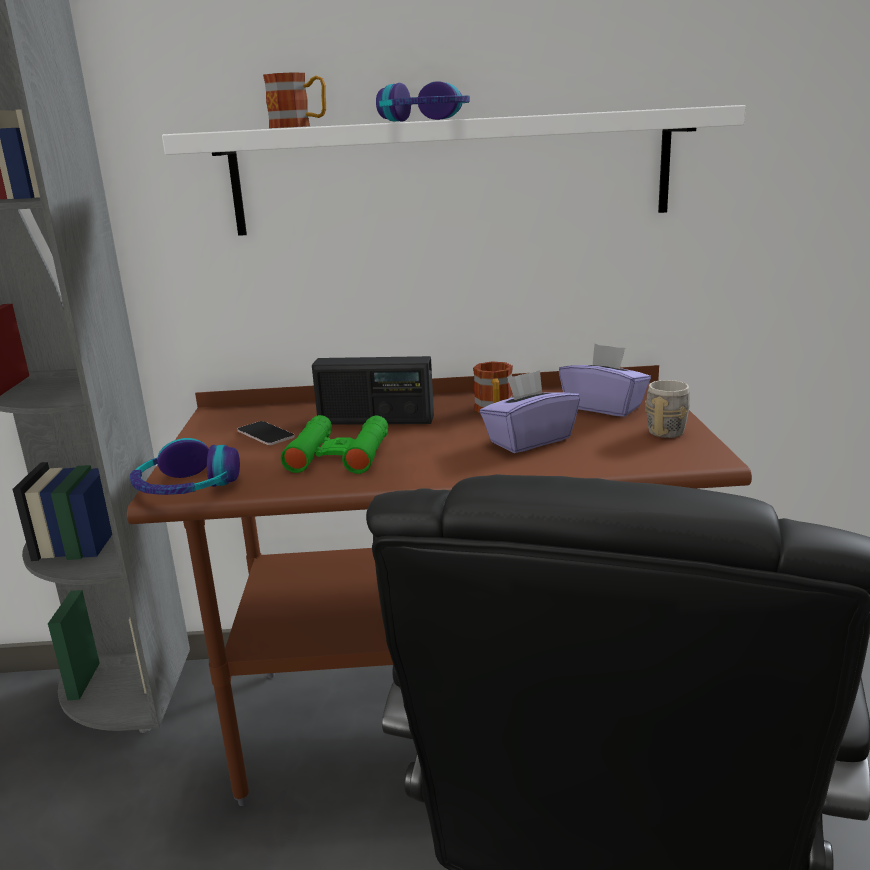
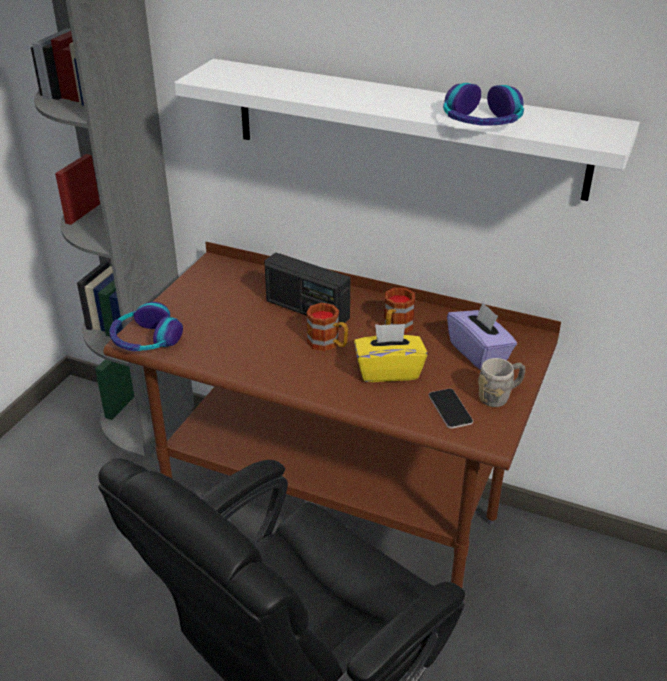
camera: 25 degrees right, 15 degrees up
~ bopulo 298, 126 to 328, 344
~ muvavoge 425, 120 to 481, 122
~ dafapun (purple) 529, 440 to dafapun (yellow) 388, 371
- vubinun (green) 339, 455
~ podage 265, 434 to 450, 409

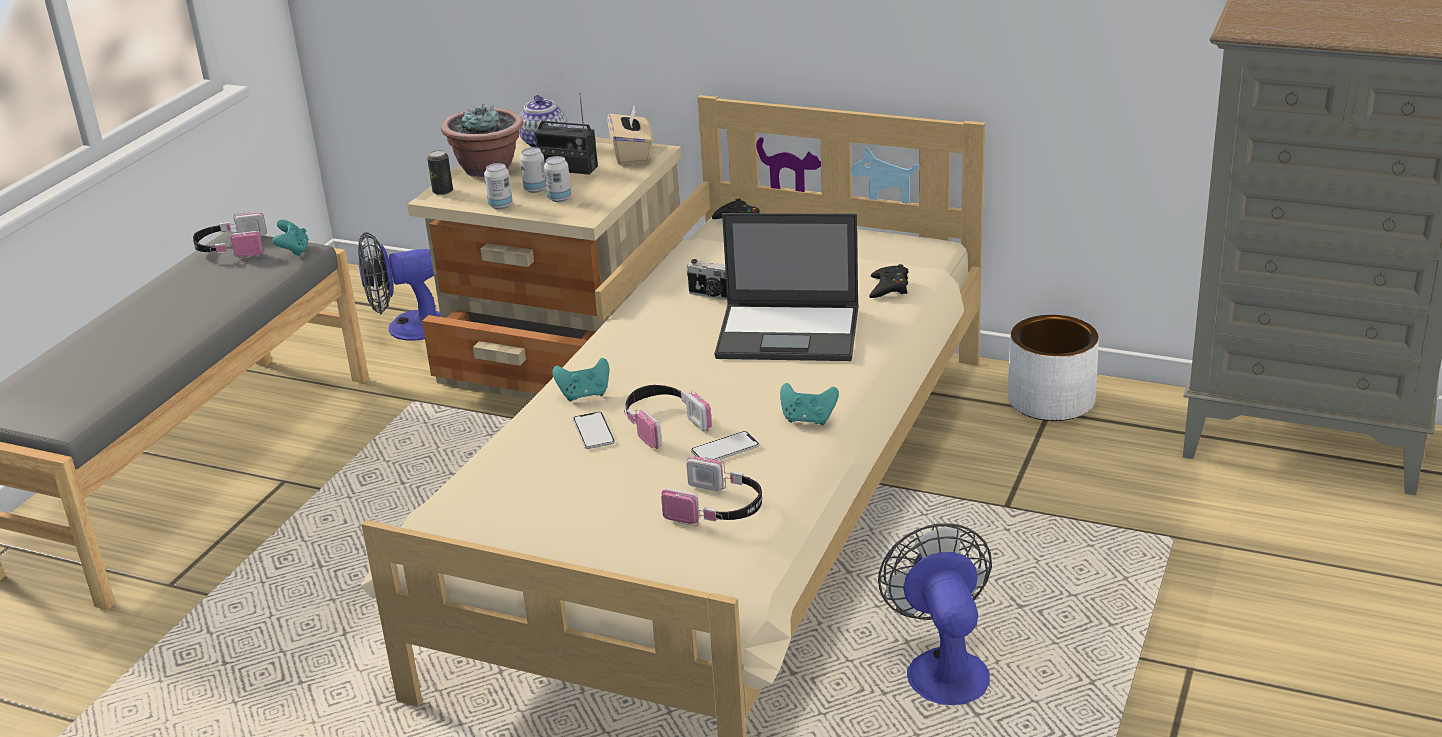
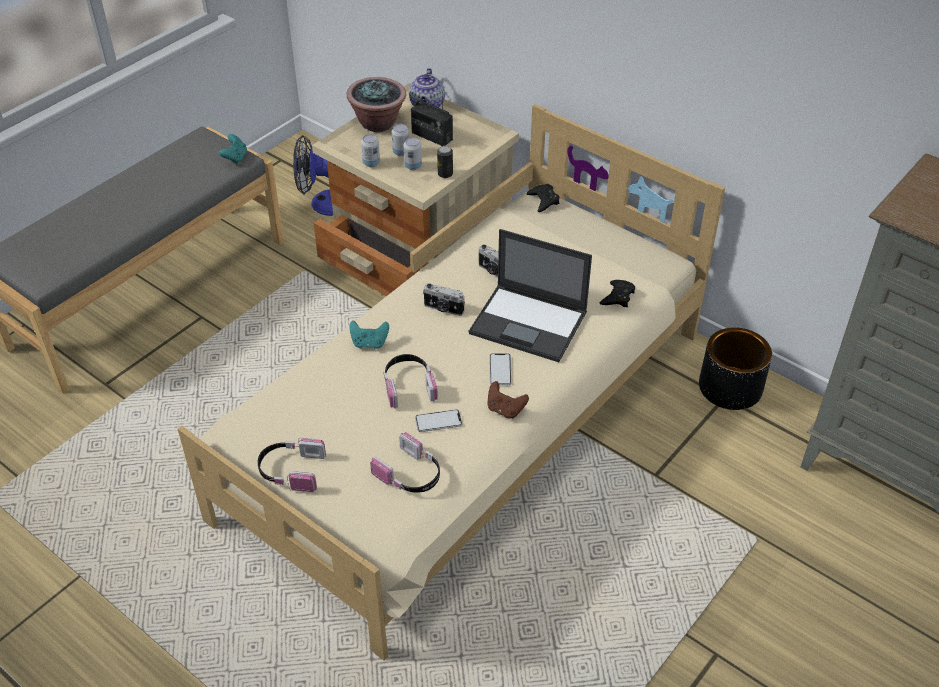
camera: 15 degrees right, 15 degrees up
- dafapun (beige) 632, 154
~ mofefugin 443, 191 to 445, 174
~ muvavoge 231, 249 to 291, 470
~ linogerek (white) 1050, 401 to linogerek (black) 730, 388
~ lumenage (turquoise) 808, 419 to lumenage (brown) 505, 410
~ podage 593, 432 to 500, 370
- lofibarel 943, 667
+ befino 443, 309

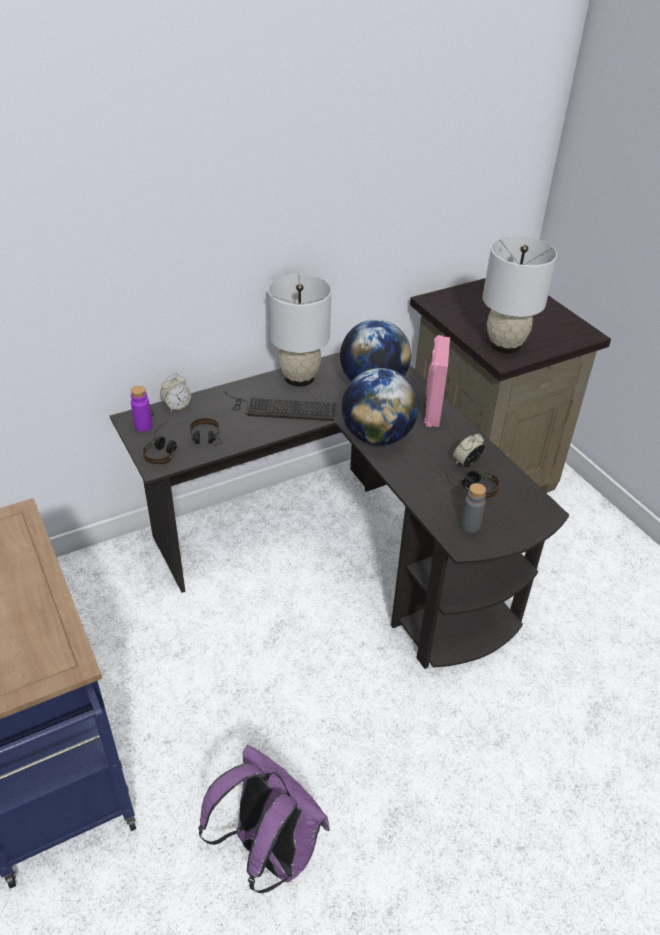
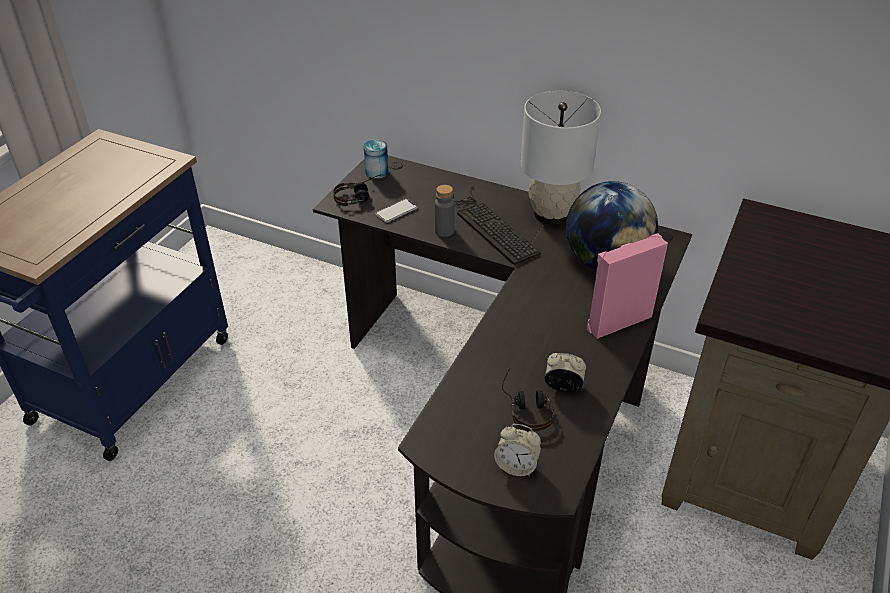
camera: 55 degrees right, 0 degrees up
- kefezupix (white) 505, 344
- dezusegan 377, 437
~ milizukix 176, 406 to 516, 466
~ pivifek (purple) 143, 426 to mofefugin 377, 172
~ muvavoge 206, 441 to podage 396, 211
~ pivifek (grey) 470, 525 to 444, 231
- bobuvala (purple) 269, 850

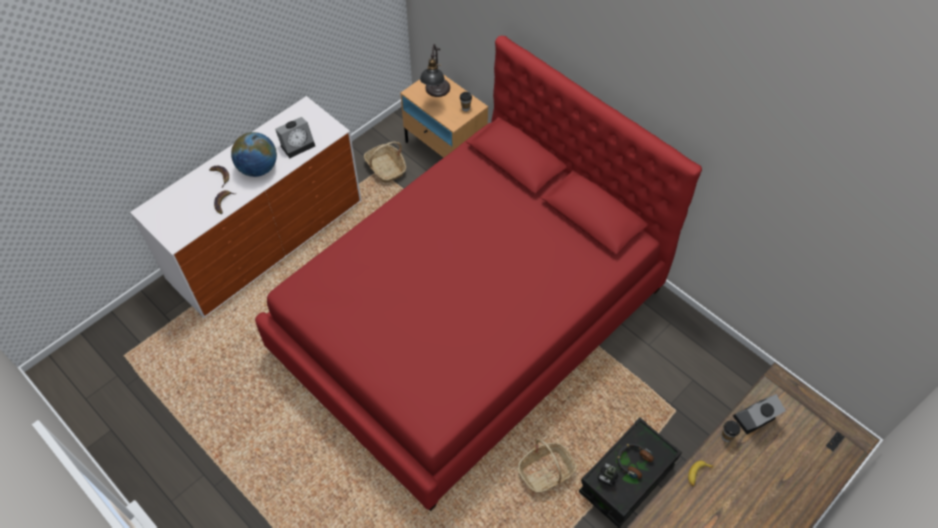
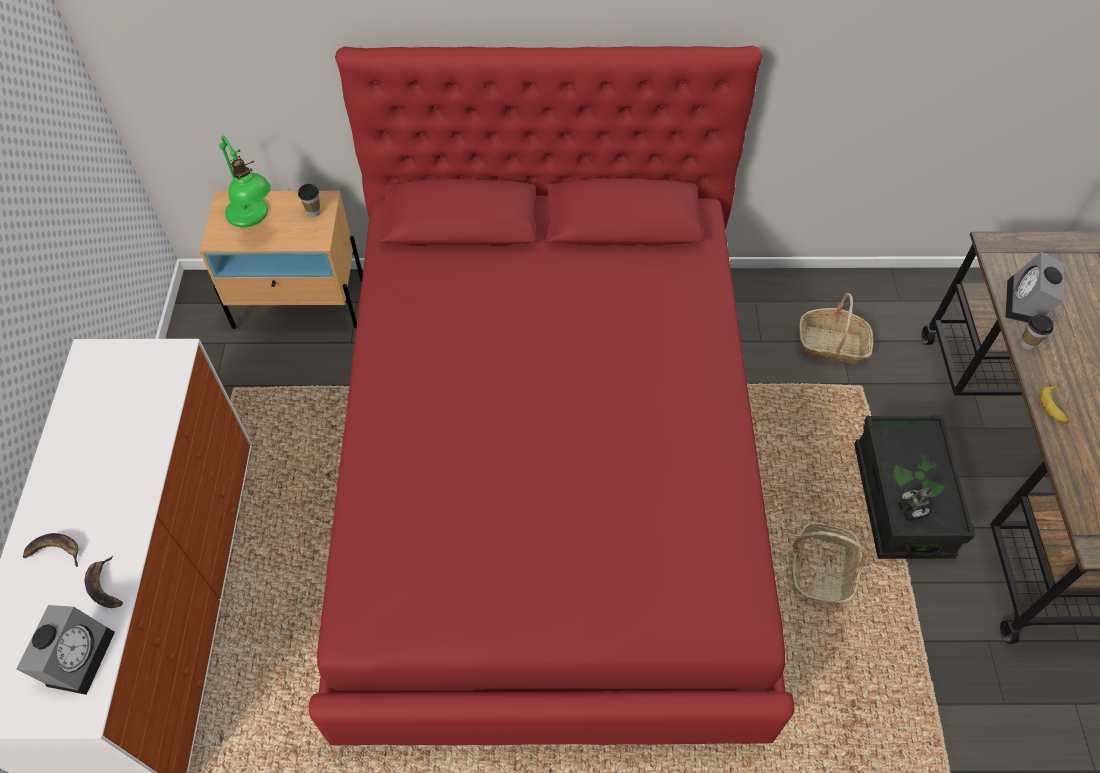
camera: 45 degrees left, 0 degrees up
~ kefezupix (grey) 436, 96 to kefezupix (green) 256, 223
~ milizukix 298, 144 to 78, 655
- dezusegan 258, 168
~ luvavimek 386, 168 to 832, 344
- muvavoge 632, 461

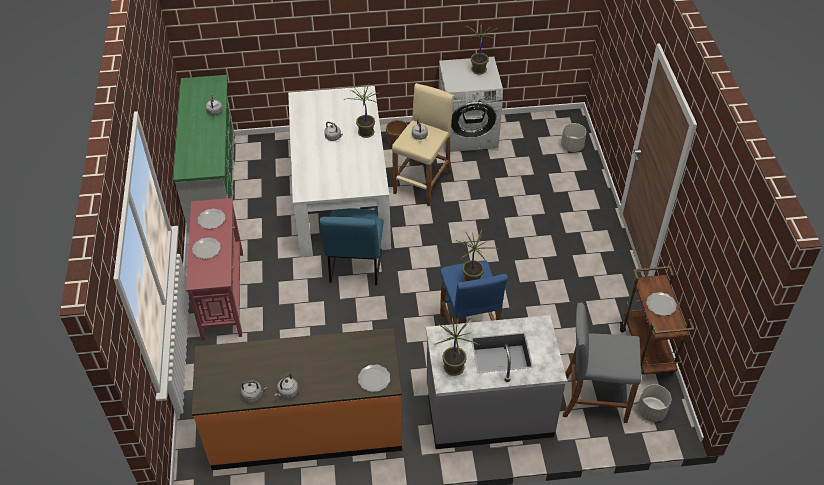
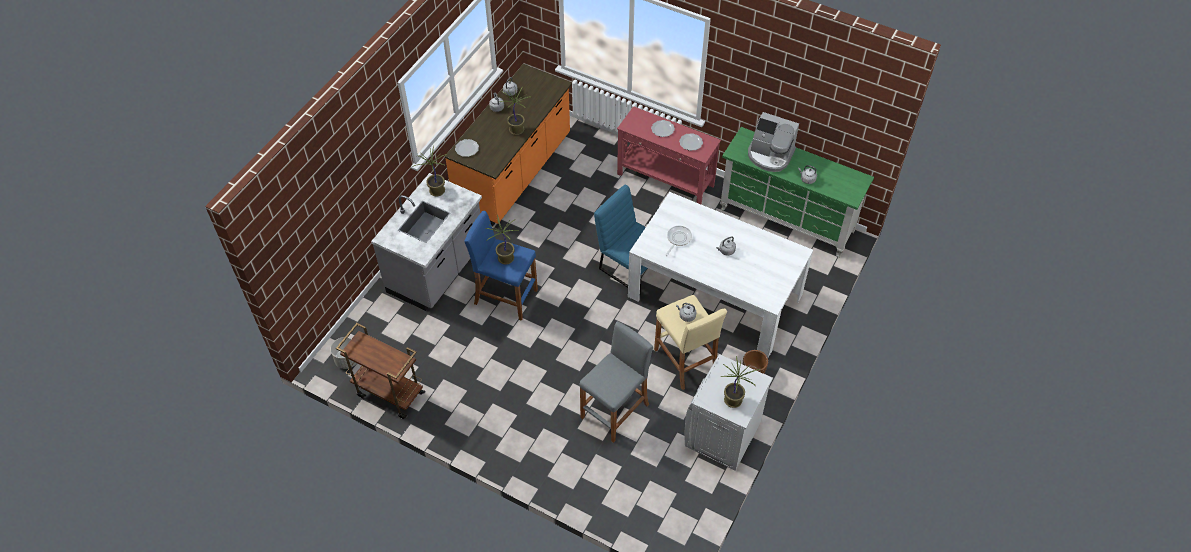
camera: 125 degrees right, 5 degrees up
~ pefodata 365, 133 to 517, 130
- linogerek (grey) 572, 146
- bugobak 661, 305
~ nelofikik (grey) 593, 399 to 615, 411
+ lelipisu 770, 155
+ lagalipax 678, 239

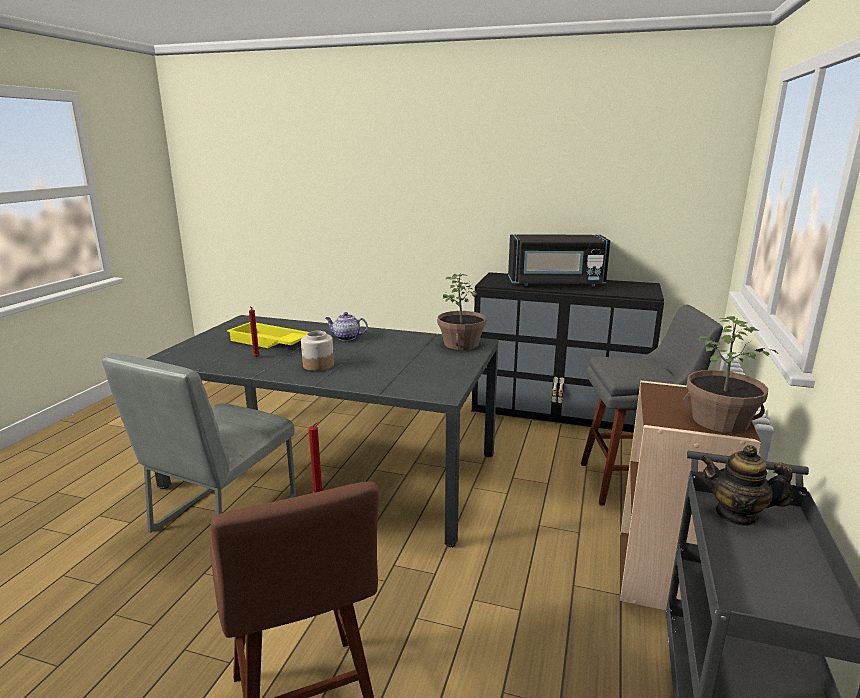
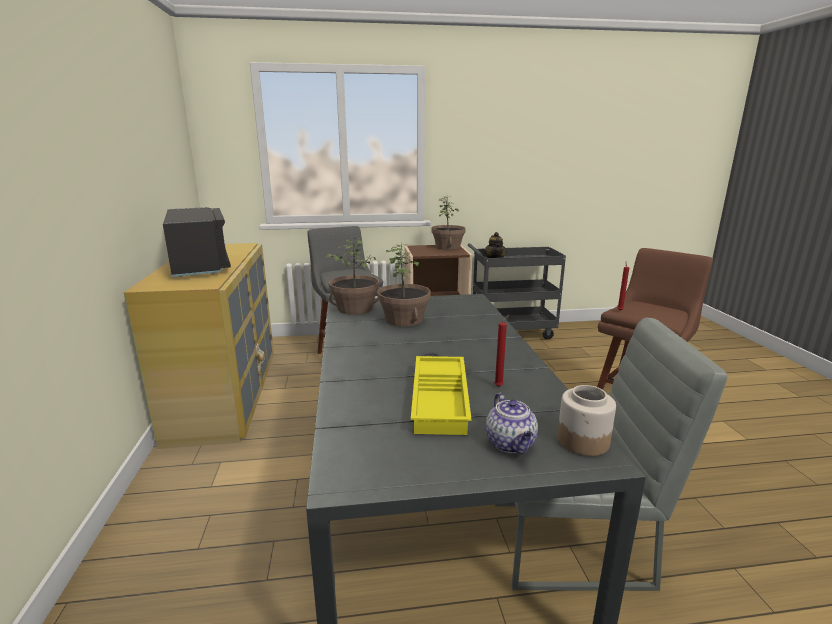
camera: 115 degrees left, 0 degrees up
~ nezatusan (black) 558, 410 to nezatusan (yellow) 226, 394
~ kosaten 346, 337 to 511, 444
~ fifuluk 318, 365 to 583, 441
+ pefodata 404, 319

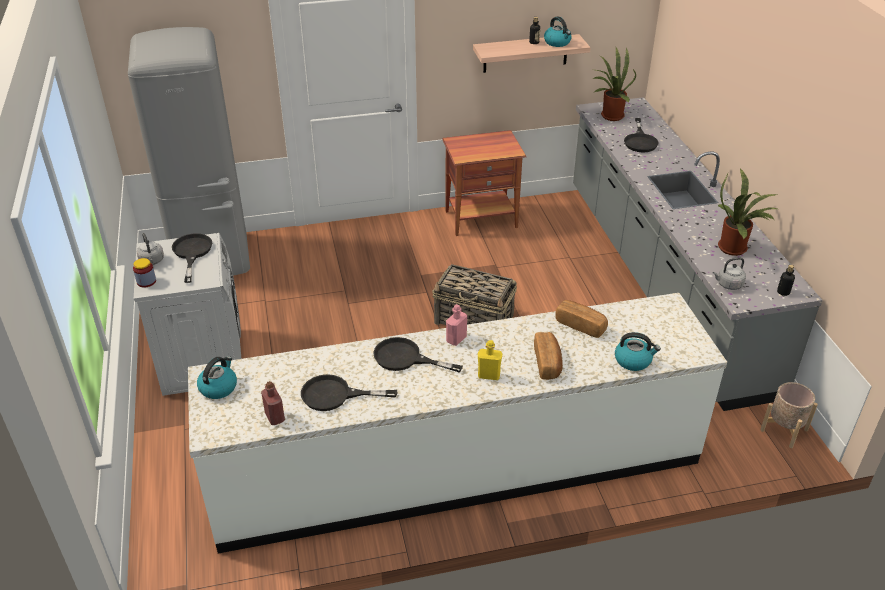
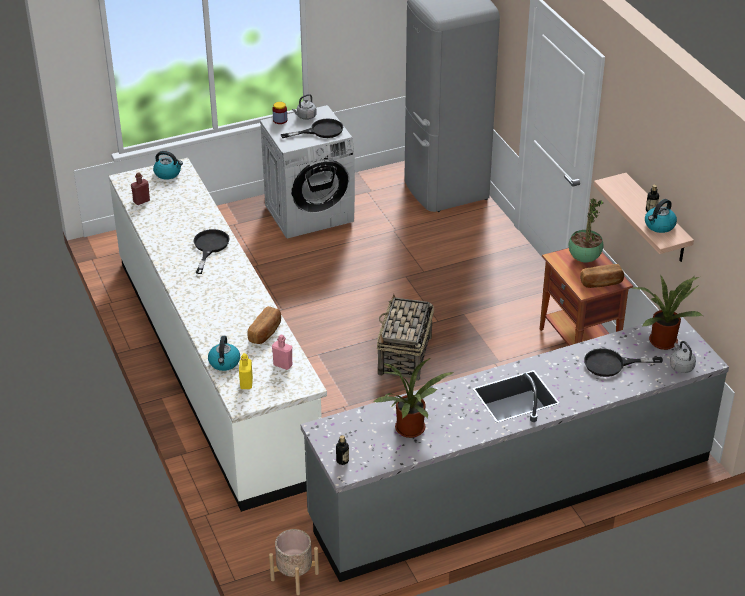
camera: 80 degrees right, 0 degrees up
~ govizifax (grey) 728, 285 to 681, 366
~ pivifek (pink) 456, 339 to 283, 365
~ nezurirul 547, 363 to 601, 283
~ pivifek (yellow) 489, 375 to 246, 384
- lagalipax (black) 335, 395
+ pefodata 584, 258

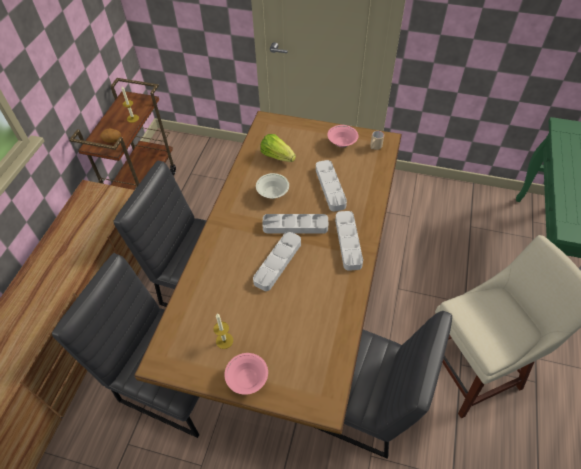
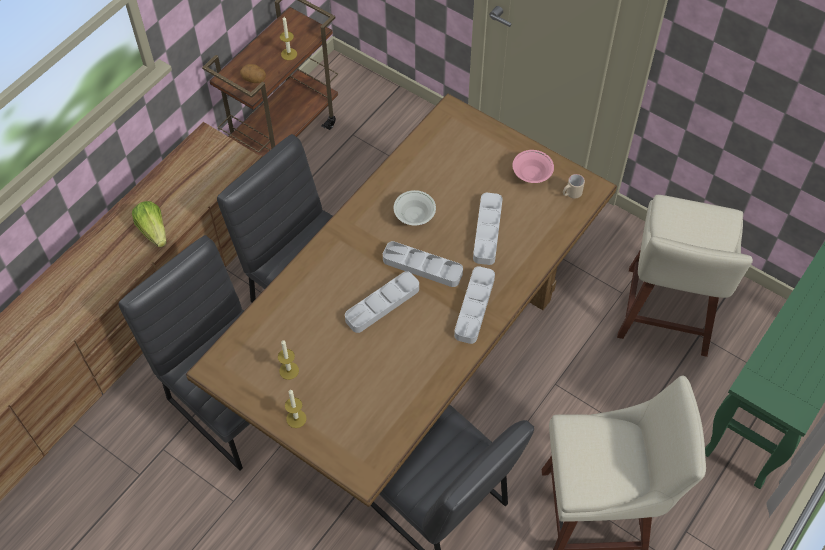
camera: 20 degrees right, 5 degrees up
~ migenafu 277, 156 to 153, 231
~ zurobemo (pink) 247, 379 to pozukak 296, 418
+ nelofikik (beige) 665, 315

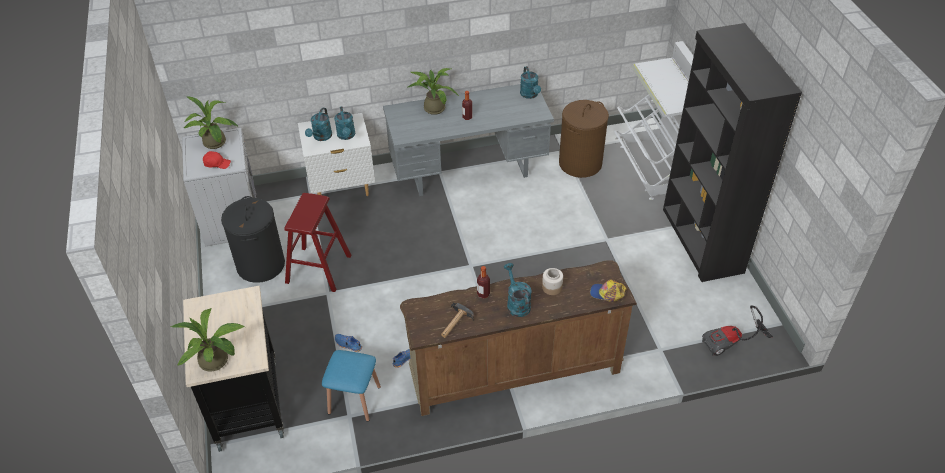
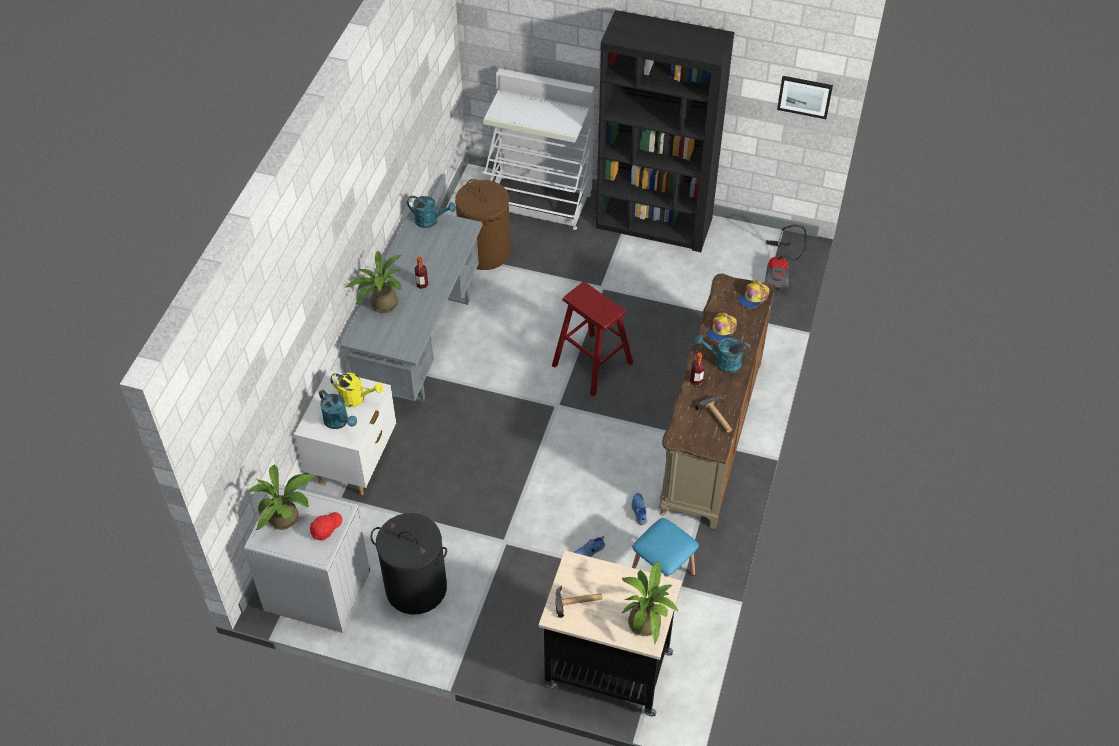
camera: 60 degrees left, 5 degrees up
~ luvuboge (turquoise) 346, 136 to luvuboge (yellow) 356, 399
~ nelofikik (red) 318, 269 to 592, 364
~ fifuluk 552, 288 to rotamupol 721, 330
+ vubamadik 804, 96
+ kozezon 578, 601

